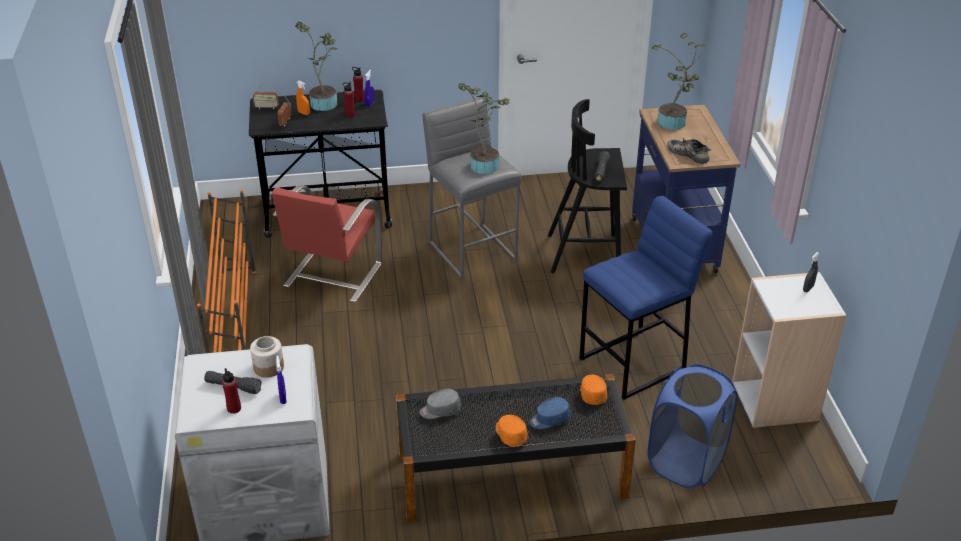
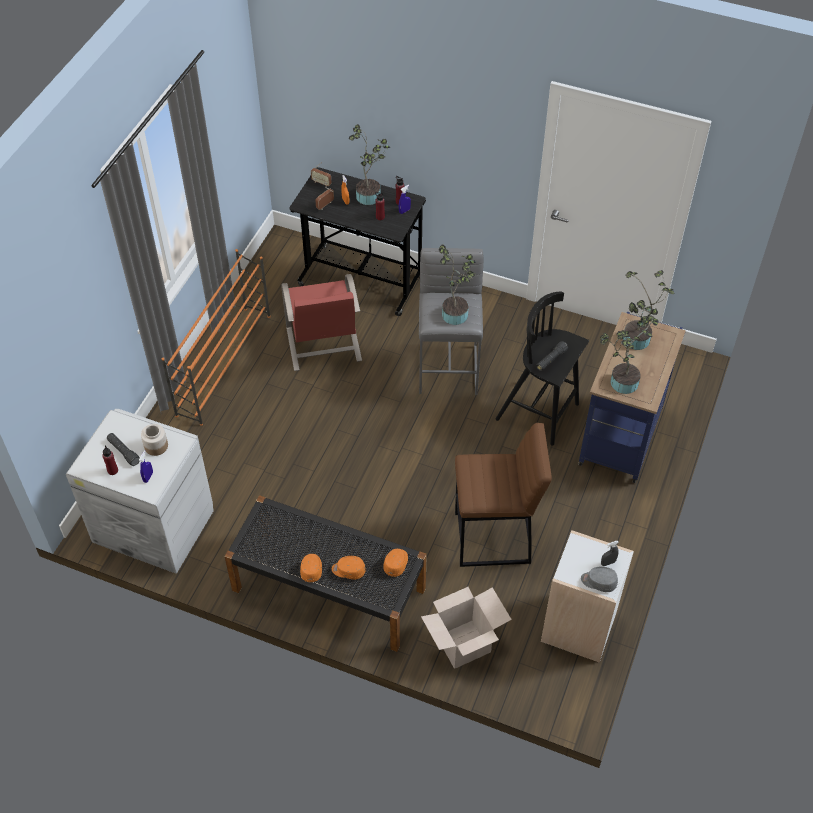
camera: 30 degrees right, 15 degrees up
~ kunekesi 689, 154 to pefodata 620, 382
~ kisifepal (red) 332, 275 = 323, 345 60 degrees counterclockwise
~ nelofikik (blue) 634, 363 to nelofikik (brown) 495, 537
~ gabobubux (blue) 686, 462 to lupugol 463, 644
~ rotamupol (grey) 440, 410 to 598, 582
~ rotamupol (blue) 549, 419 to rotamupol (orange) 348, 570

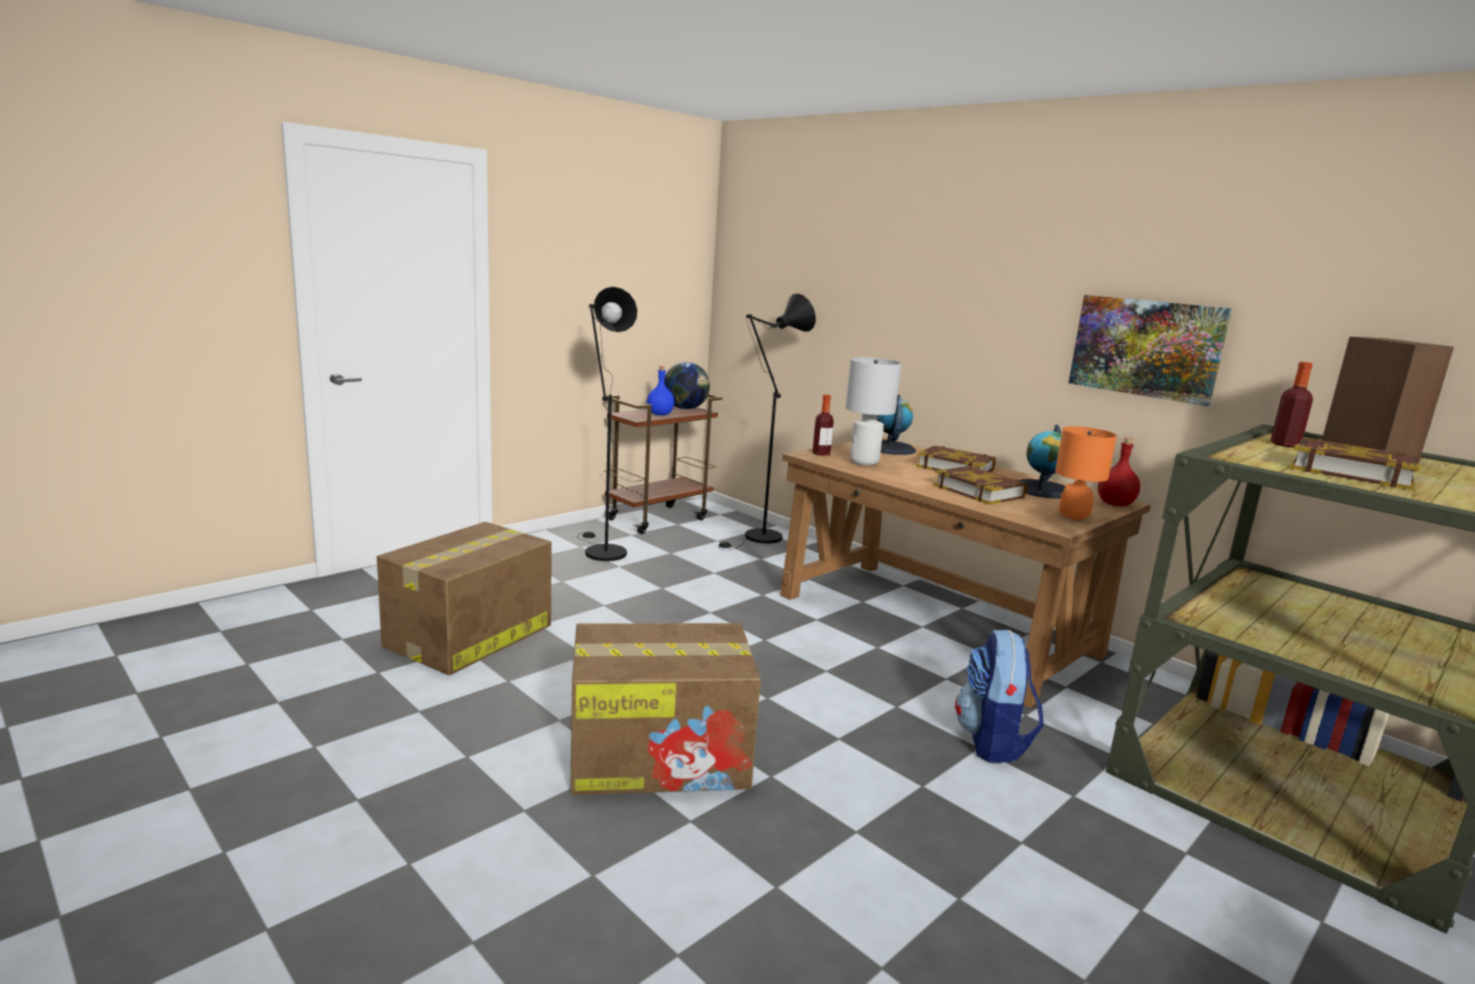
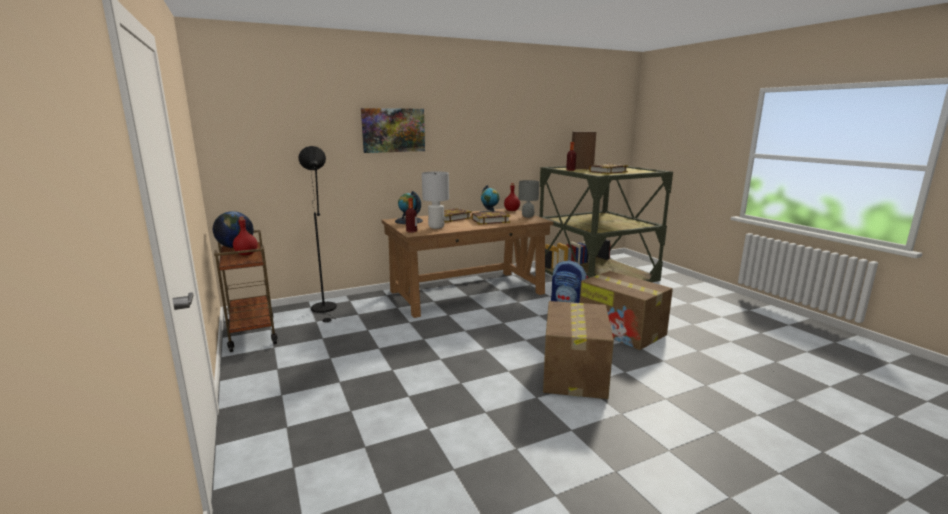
camera: 70 degrees left, 0 degrees up
- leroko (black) 601, 551
~ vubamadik 1146, 348 to 393, 130
~ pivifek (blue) 660, 414 to pivifek (red) 246, 254
~ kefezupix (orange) 1074, 517 to kefezupix (grey) 528, 216
~ lupugol 468, 636 to 622, 330

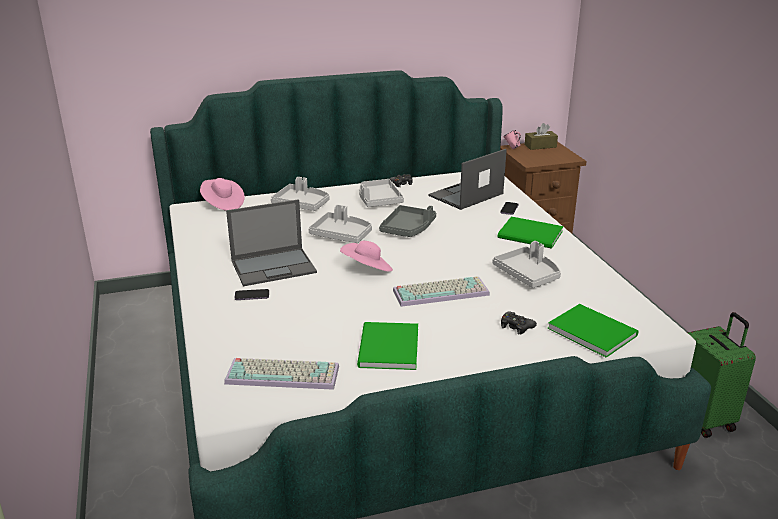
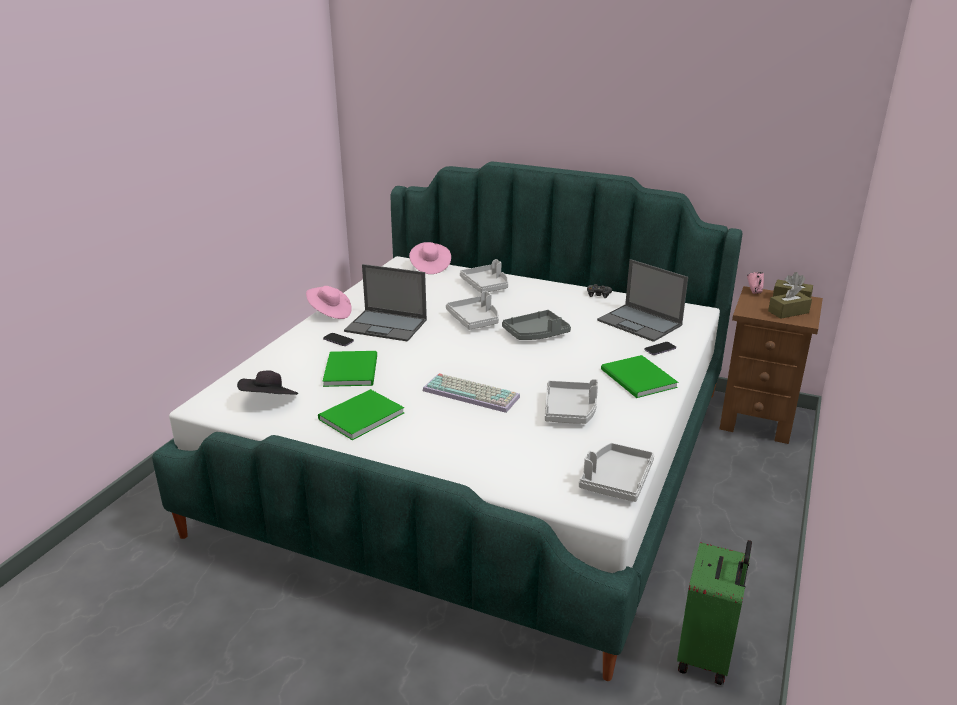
camera: 40 degrees right, 0 degrees up
~ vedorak 465, 195 = 640, 323 135 degrees counterclockwise
~ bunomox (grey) 378, 200 to 616, 480
~ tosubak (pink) 367, 270 to 329, 313
~ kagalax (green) 591, 330 to 353, 369
- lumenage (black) 516, 327
~ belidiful 284, 374 to tosubak (black) 269, 401
+ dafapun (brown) 788, 312

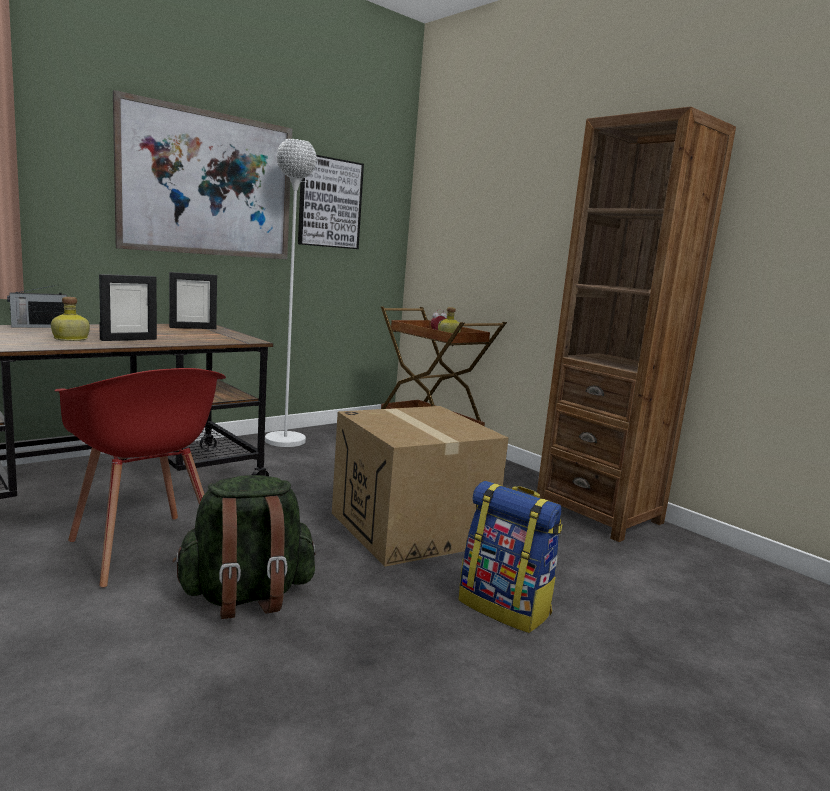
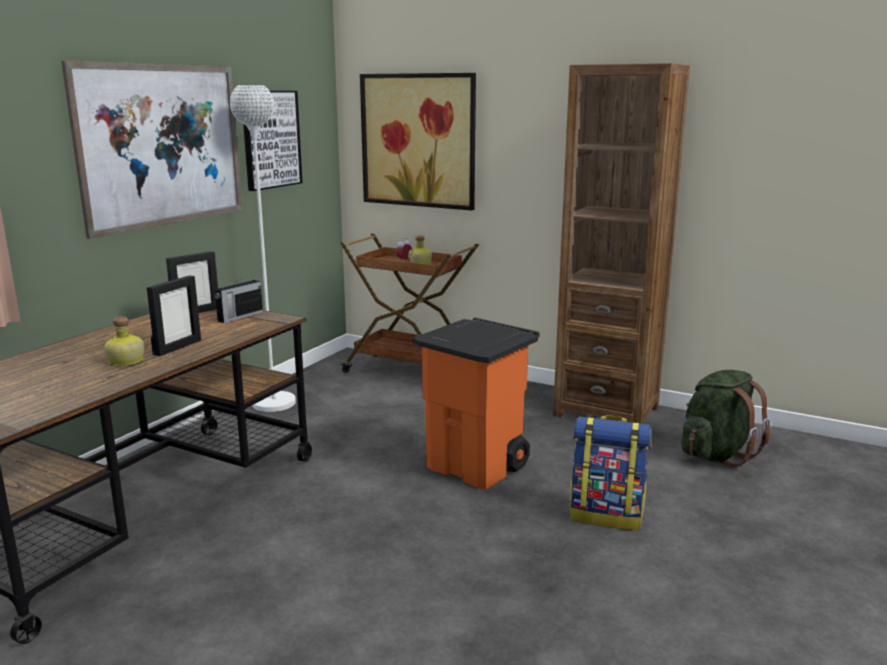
camera: 20 degrees left, 5 degrees up
~ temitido 38, 327 to 239, 317
- kisifepal (red) 145, 549
~ lupugol 411, 528 to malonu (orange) 477, 466
~ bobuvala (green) 246, 596 to 716, 454
+ vubamadik 418, 141

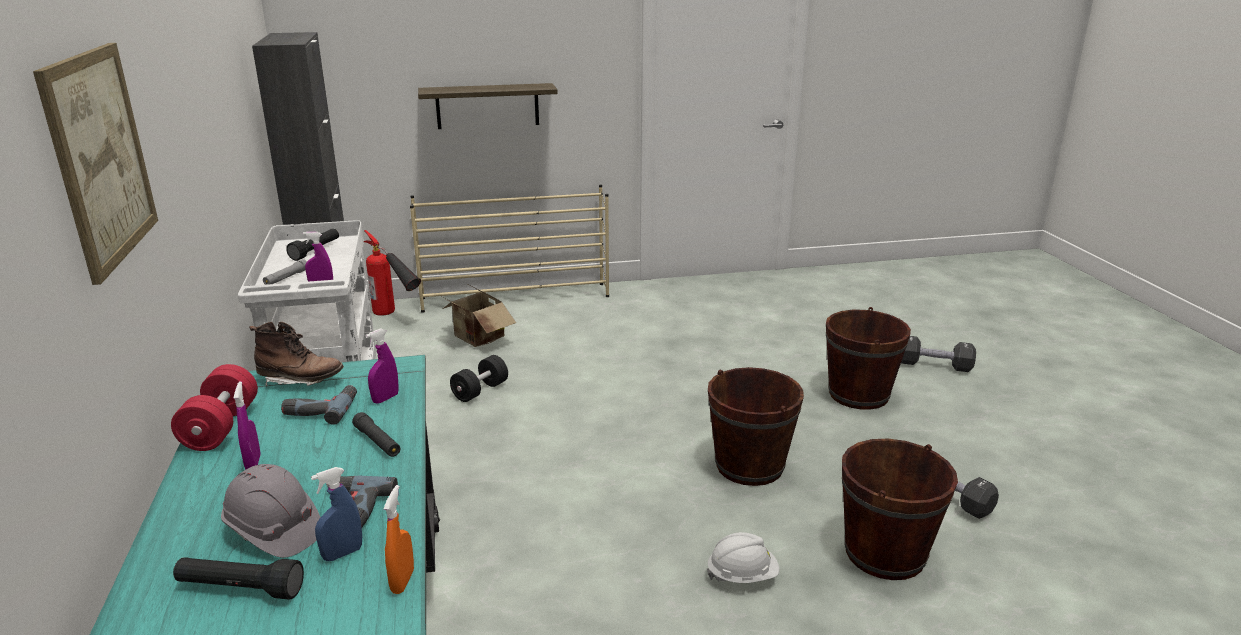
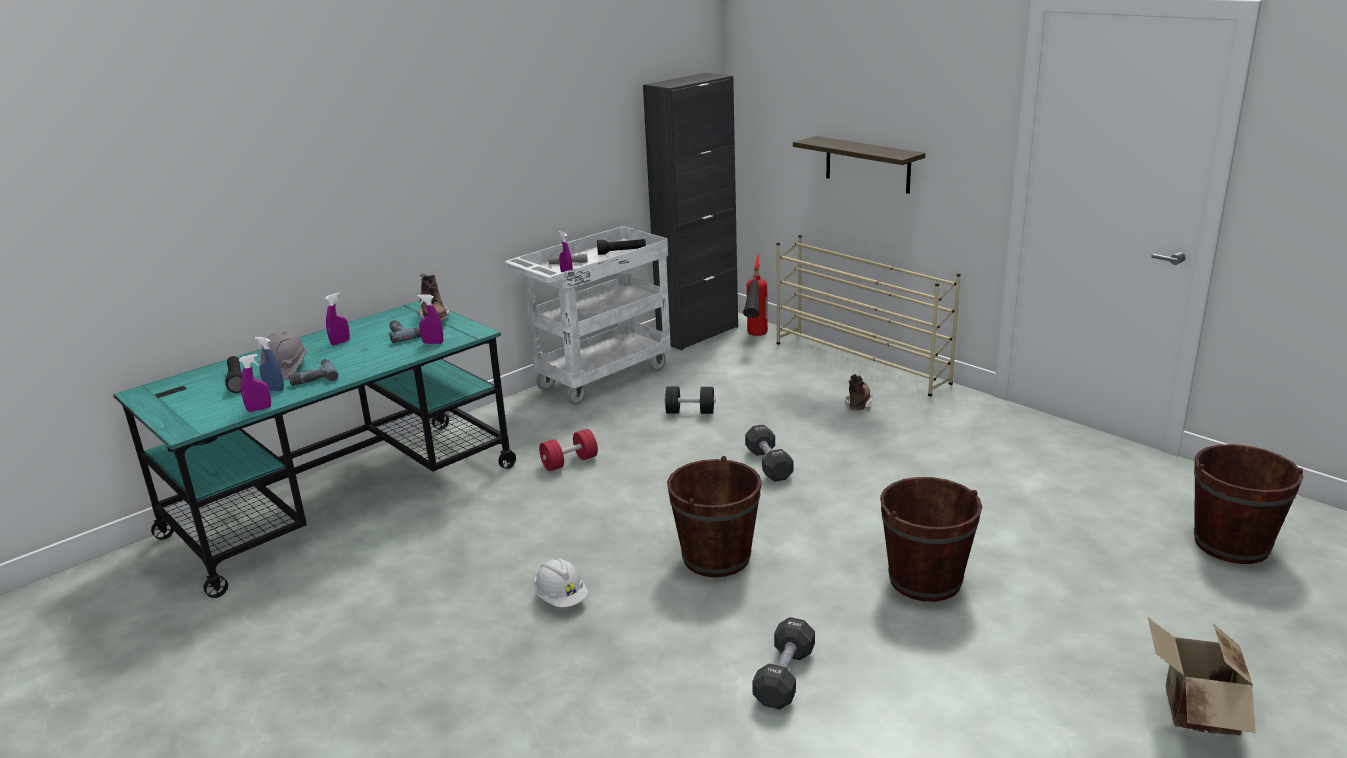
camera: 60 degrees right, 0 degrees up
- vubamadik 101, 157
~ lupugol 477, 339 to 1194, 713
~ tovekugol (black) 934, 365 to 768, 464
~ tovekugol (red) 221, 427 to 569, 462
- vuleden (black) 377, 441
~ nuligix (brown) 884, 553 to 1231, 544
~ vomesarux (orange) 402, 581 to vomesarux (purple) 259, 409
+ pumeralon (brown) 858, 404

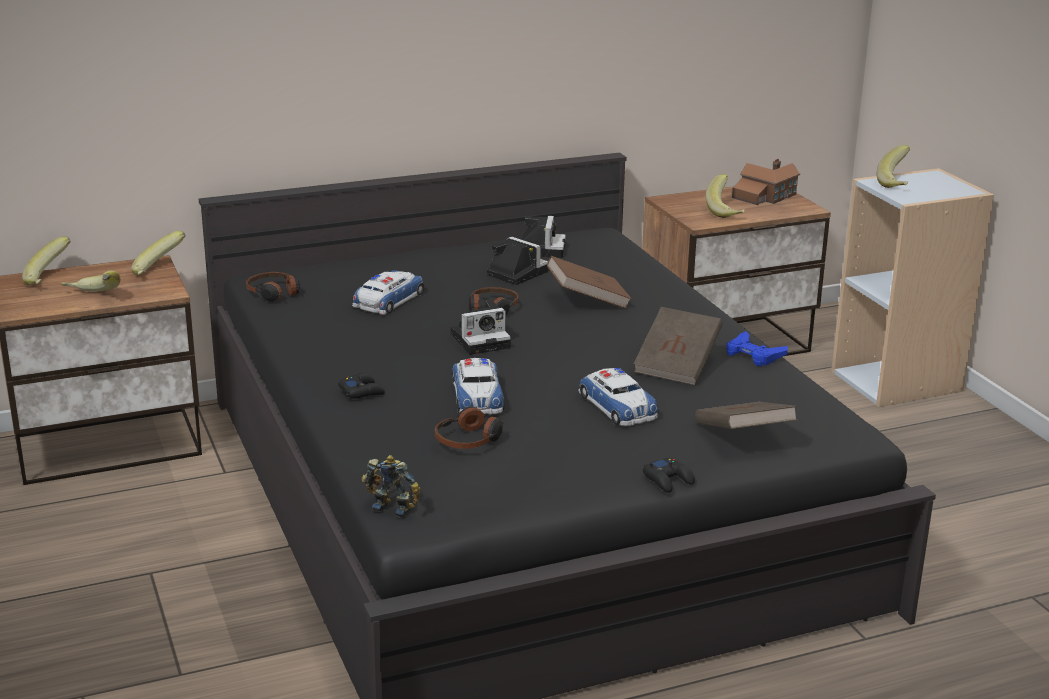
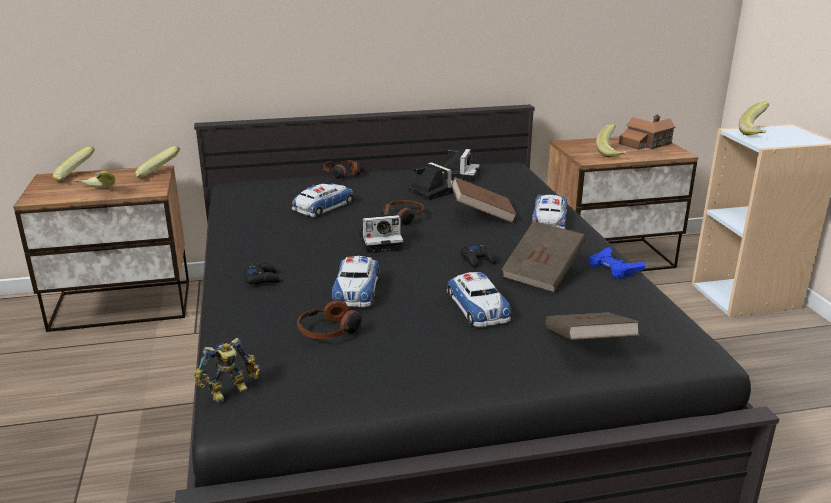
camera: 10 degrees right, 0 degrees up
~ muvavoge 274, 293 to 343, 174
~ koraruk 393, 506 = 230, 392 105 degrees clockwise
~ lumenage (black) 668, 480 to 478, 260
+ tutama 549, 218

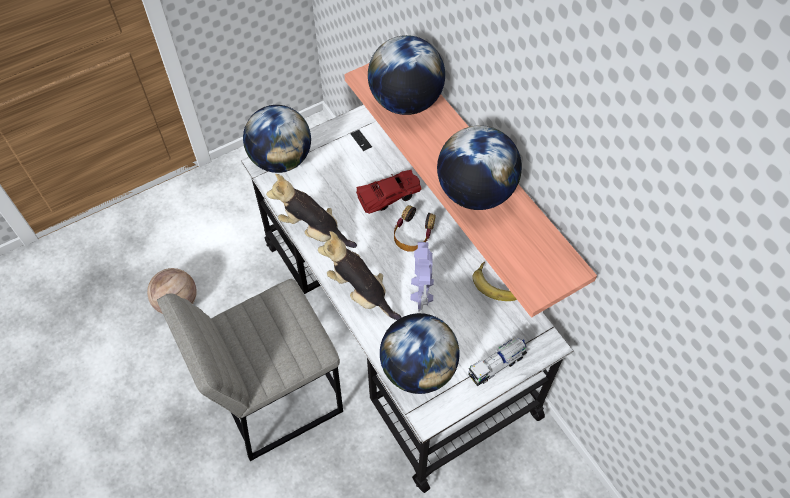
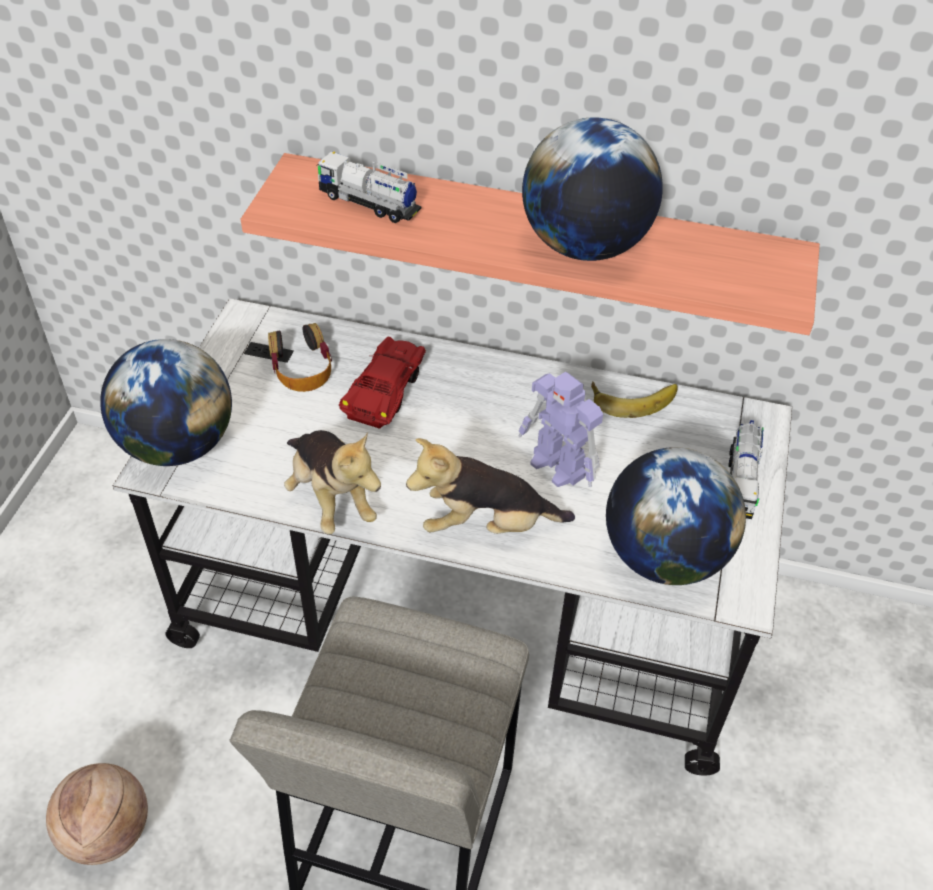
camera: 45 degrees left, 10 degrees down
~ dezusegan 406, 102 to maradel 369, 203
~ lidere 313, 230 = 331, 497 105 degrees counterclockwise
~ muvavoge 413, 233 to 301, 366

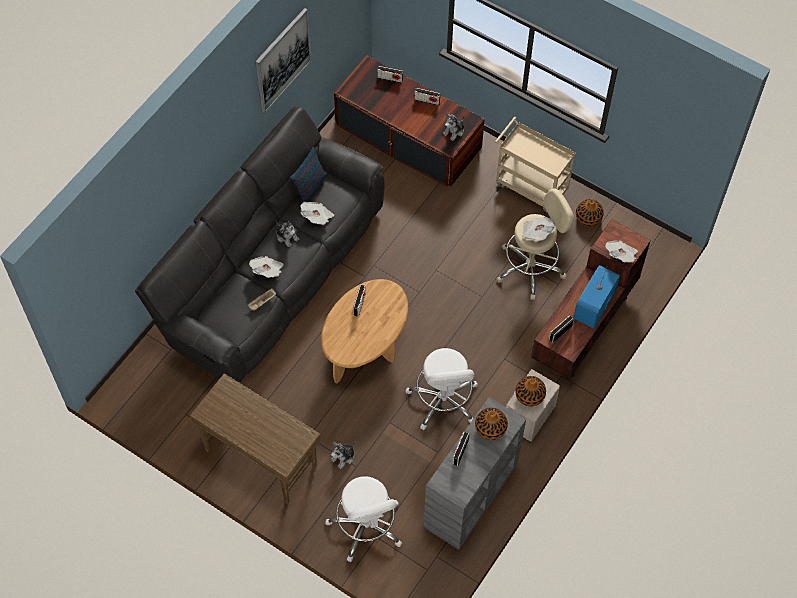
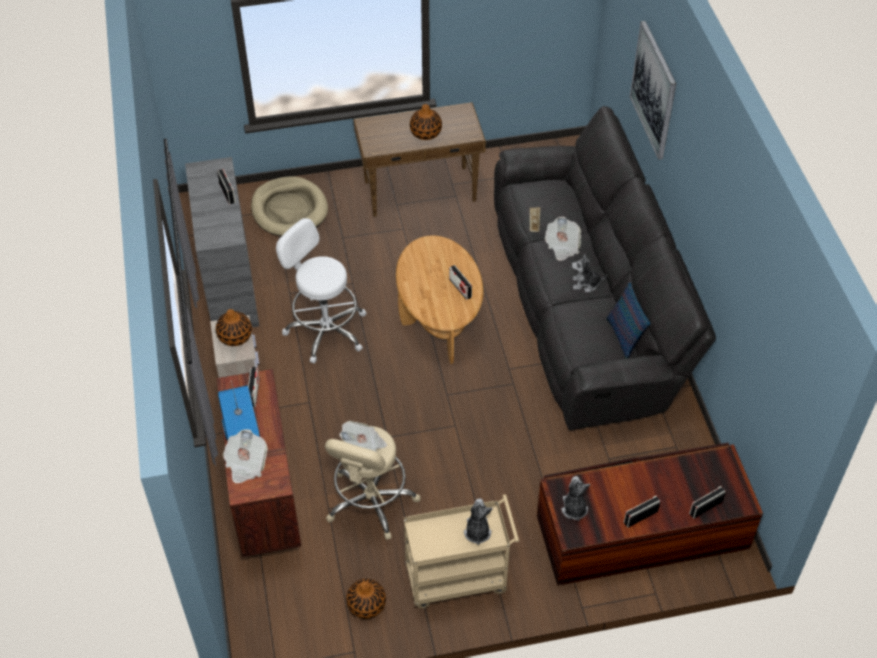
camera: 135 degrees right, 10 degrees down
~ vubamadik 282, 60 to 654, 90
- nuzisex 317, 217
~ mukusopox 490, 428 to 426, 133
~ lidere 343, 457 to 477, 531
~ nelofikik (white) 366, 527 to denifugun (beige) 289, 210

